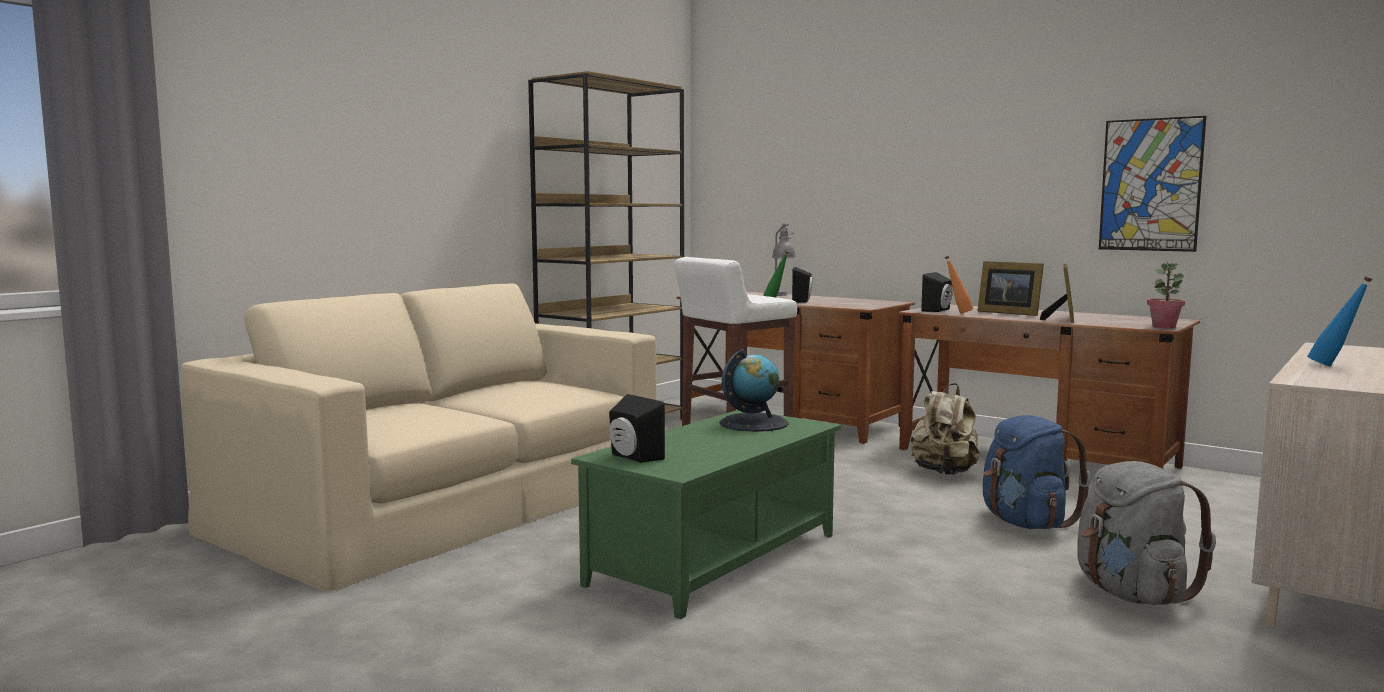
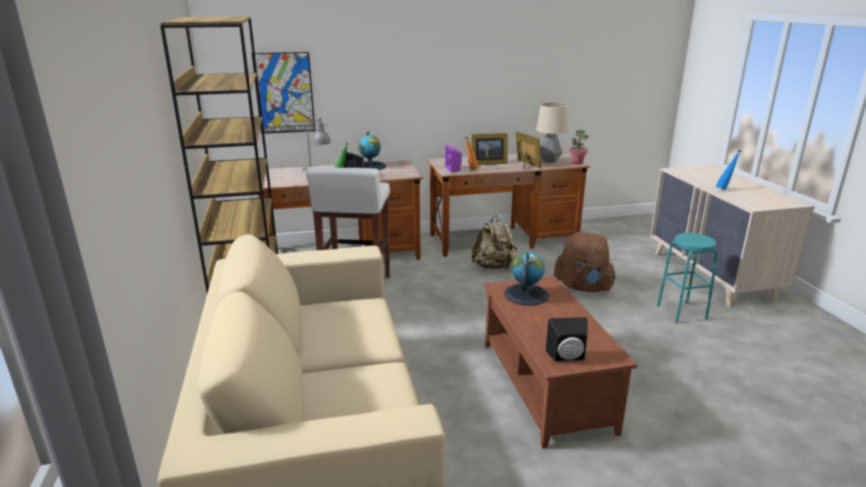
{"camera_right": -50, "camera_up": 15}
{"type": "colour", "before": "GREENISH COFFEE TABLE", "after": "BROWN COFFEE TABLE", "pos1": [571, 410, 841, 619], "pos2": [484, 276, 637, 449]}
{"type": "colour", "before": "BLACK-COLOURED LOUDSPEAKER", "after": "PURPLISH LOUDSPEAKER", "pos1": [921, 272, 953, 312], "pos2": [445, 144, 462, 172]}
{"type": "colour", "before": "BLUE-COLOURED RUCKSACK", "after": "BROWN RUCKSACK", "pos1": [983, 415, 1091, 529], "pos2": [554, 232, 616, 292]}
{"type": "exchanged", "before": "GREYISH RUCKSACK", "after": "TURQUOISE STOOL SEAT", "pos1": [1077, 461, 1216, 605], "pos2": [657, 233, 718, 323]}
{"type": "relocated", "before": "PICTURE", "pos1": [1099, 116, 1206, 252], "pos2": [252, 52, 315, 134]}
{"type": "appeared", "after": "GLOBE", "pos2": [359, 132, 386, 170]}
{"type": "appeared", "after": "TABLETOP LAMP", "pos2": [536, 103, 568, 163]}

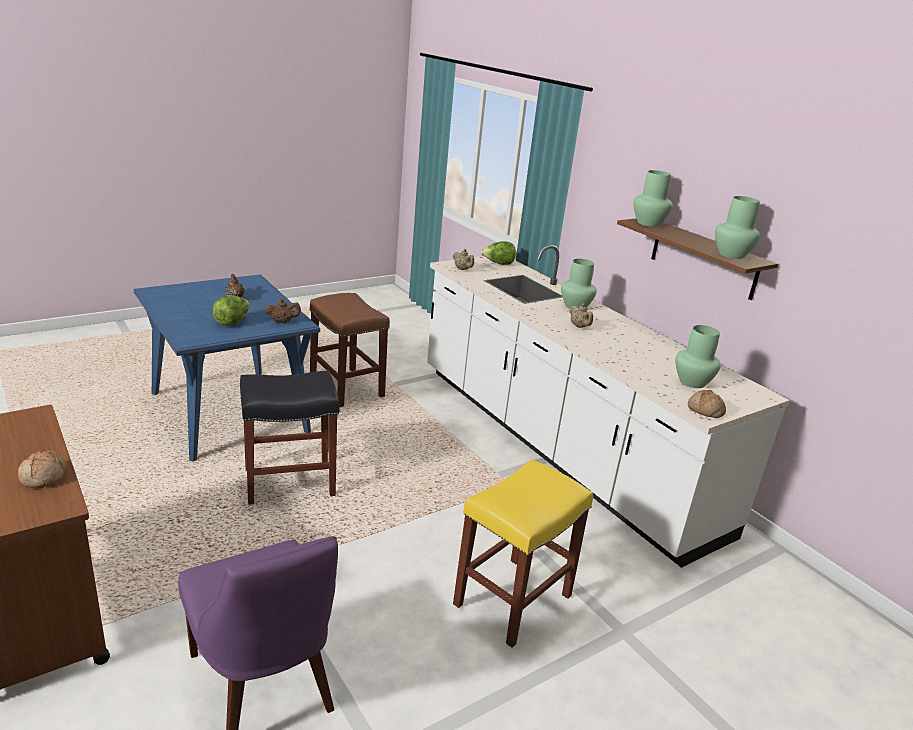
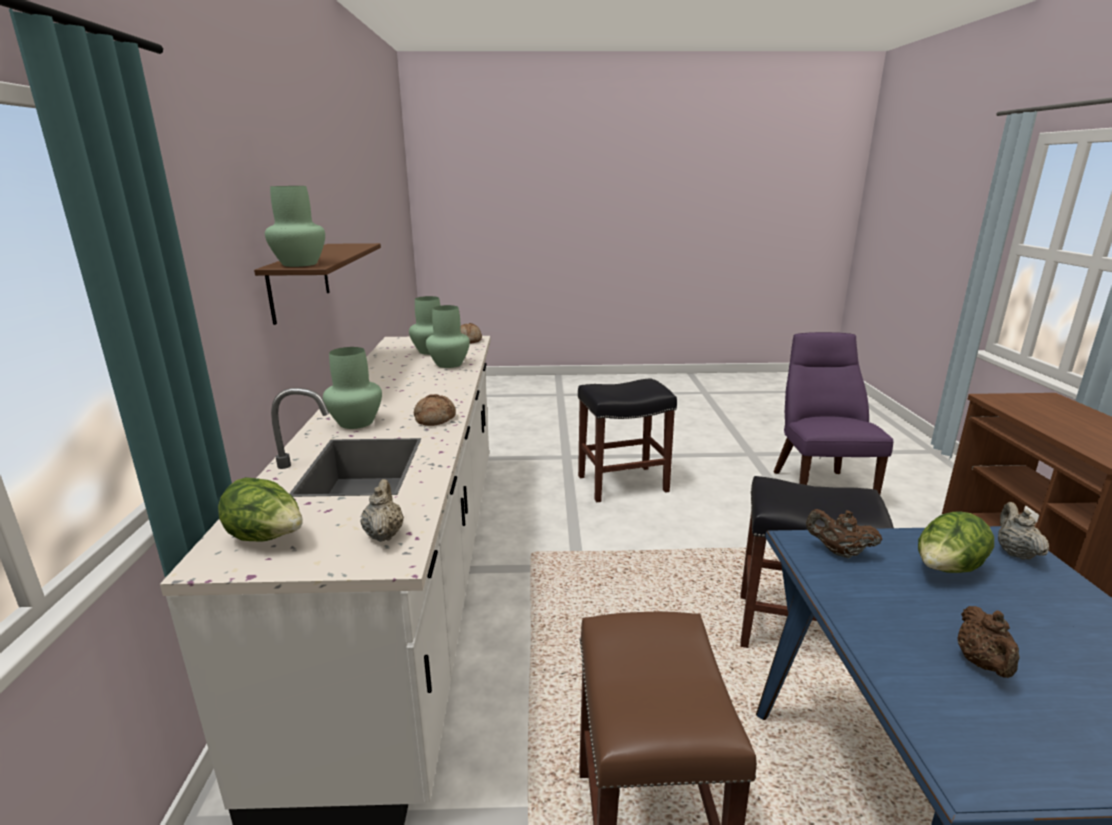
{"camera_right": -145, "camera_up": -5}
{"type": "relocated", "before": "BAKED BREAD", "pos1": [18, 450, 66, 488], "pos2": [414, 394, 456, 426]}
{"type": "colour", "before": "YELLOWISH STOOL SEAT", "after": "BLACK-COLOURED STOOL SEAT", "pos1": [453, 460, 593, 648], "pos2": [578, 378, 677, 502]}
{"type": "relocated", "before": "BEIGE-COLOURED TEA POT", "pos1": [569, 303, 593, 328], "pos2": [998, 502, 1049, 560]}
{"type": "relocated", "before": "GREENISH DECORATIVE VASE", "pos1": [715, 196, 760, 259], "pos2": [426, 305, 470, 368]}

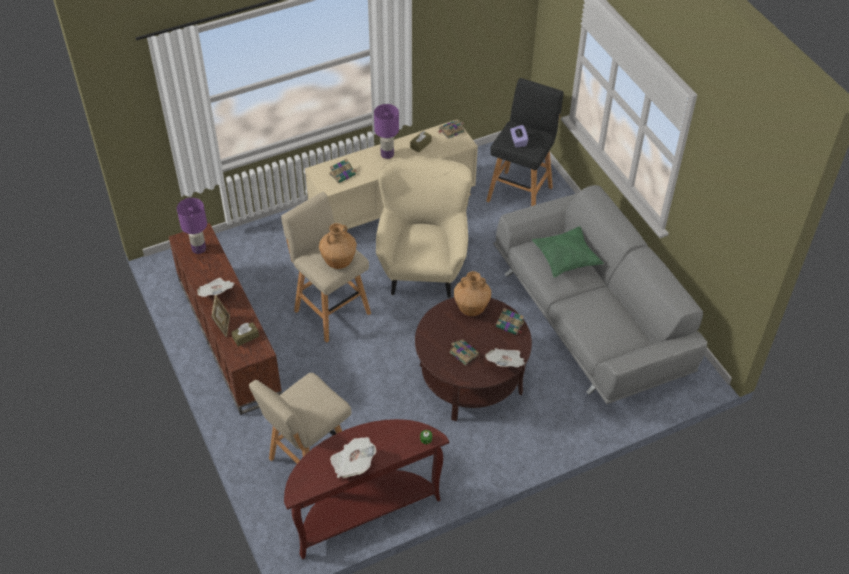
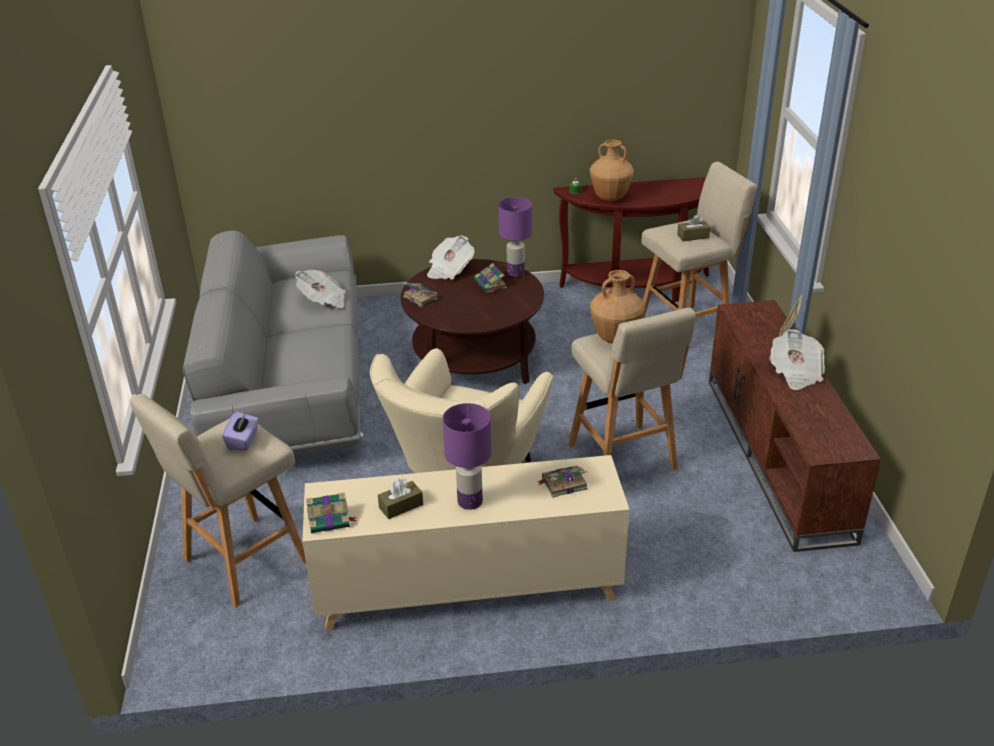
{"camera_right": -160, "camera_up": -15}
{"type": "relocated", "before": "PURPLISH TABLETOP LAMP", "pos1": [177, 198, 207, 254], "pos2": [498, 197, 532, 277]}
{"type": "relocated", "before": "BROWN TISSUE BOX", "pos1": [231, 322, 259, 346], "pos2": [677, 215, 710, 241]}
{"type": "relocated", "before": "PRINTED PAPER", "pos1": [330, 437, 376, 478], "pos2": [295, 270, 346, 308]}
{"type": "relocated", "before": "BROWN DECORATIVE VASE", "pos1": [454, 271, 491, 316], "pos2": [590, 140, 634, 201]}
{"type": "colour", "before": "BLACK-COLOURED STOOL SEAT", "after": "BEIGE-COLOURED STOOL SEAT", "pos1": [486, 78, 564, 206], "pos2": [130, 394, 306, 607]}
{"type": "missing", "before": "GREENISH PILLOW", "pos1": [532, 226, 604, 278]}

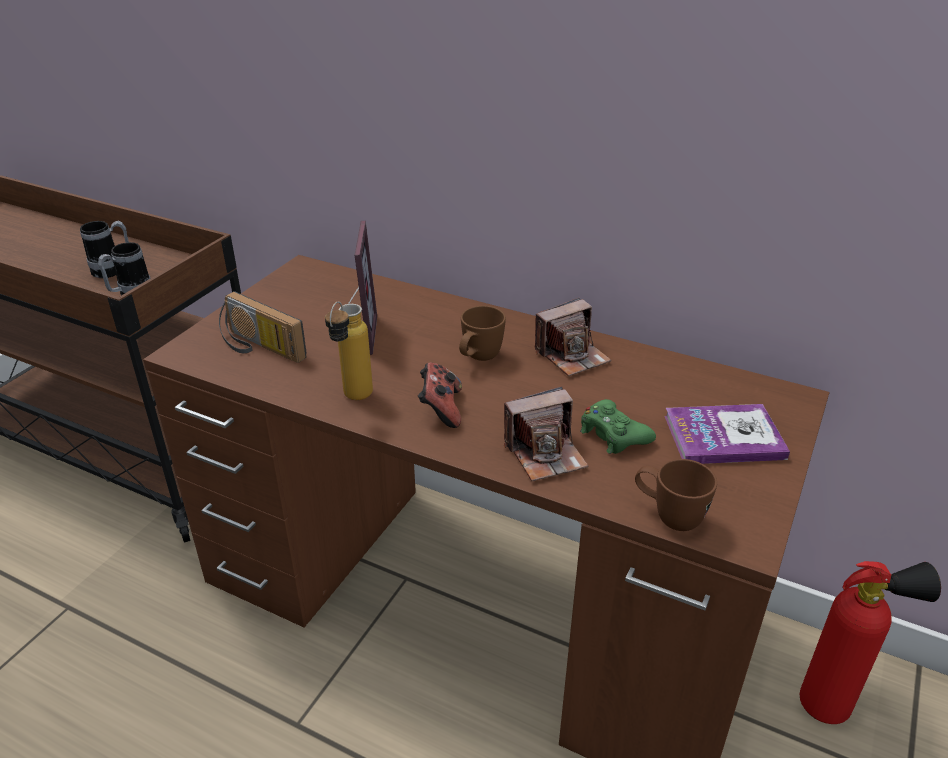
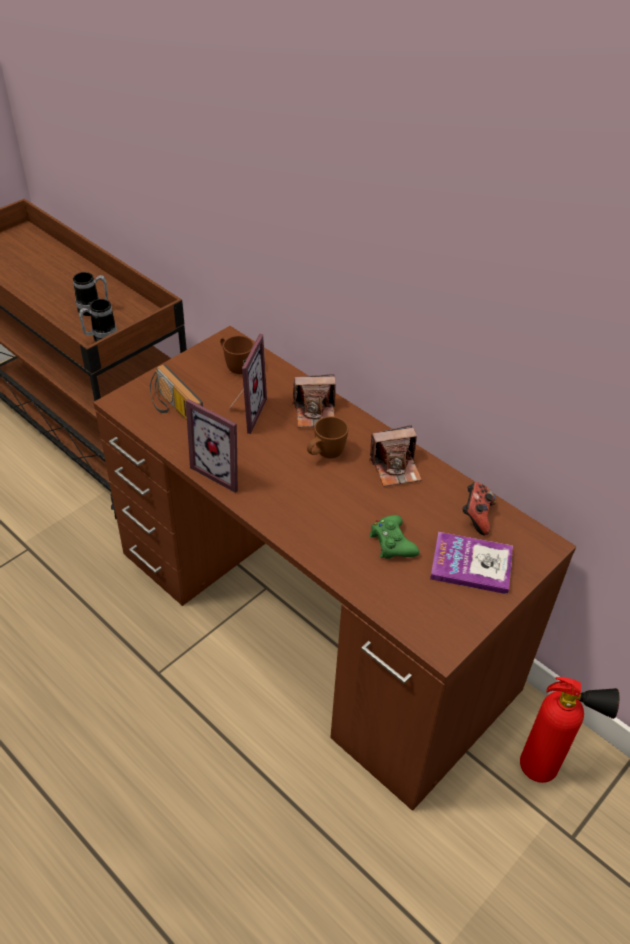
{"camera_right": 15, "camera_up": 10}
{"type": "exchanged", "before": "BOTTLE", "after": "PICTURE FRAME", "pos1": [325, 302, 373, 400], "pos2": [186, 399, 238, 493]}
{"type": "relocated", "before": "GAMEPAD", "pos1": [418, 362, 462, 428], "pos2": [462, 482, 496, 535]}
{"type": "relocated", "before": "STILL CAMERA", "pos1": [504, 387, 588, 481], "pos2": [293, 374, 336, 427]}
{"type": "relocated", "before": "BROWN TEA MUG", "pos1": [635, 459, 717, 531], "pos2": [220, 336, 254, 374]}

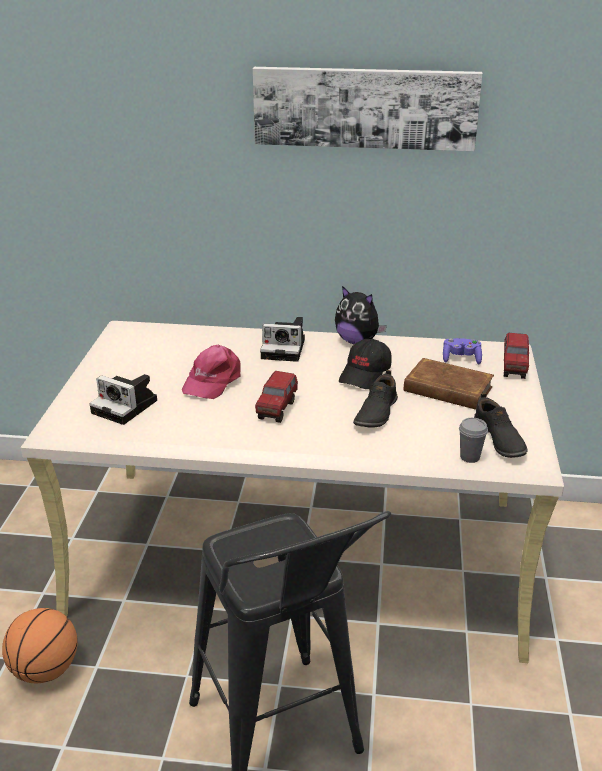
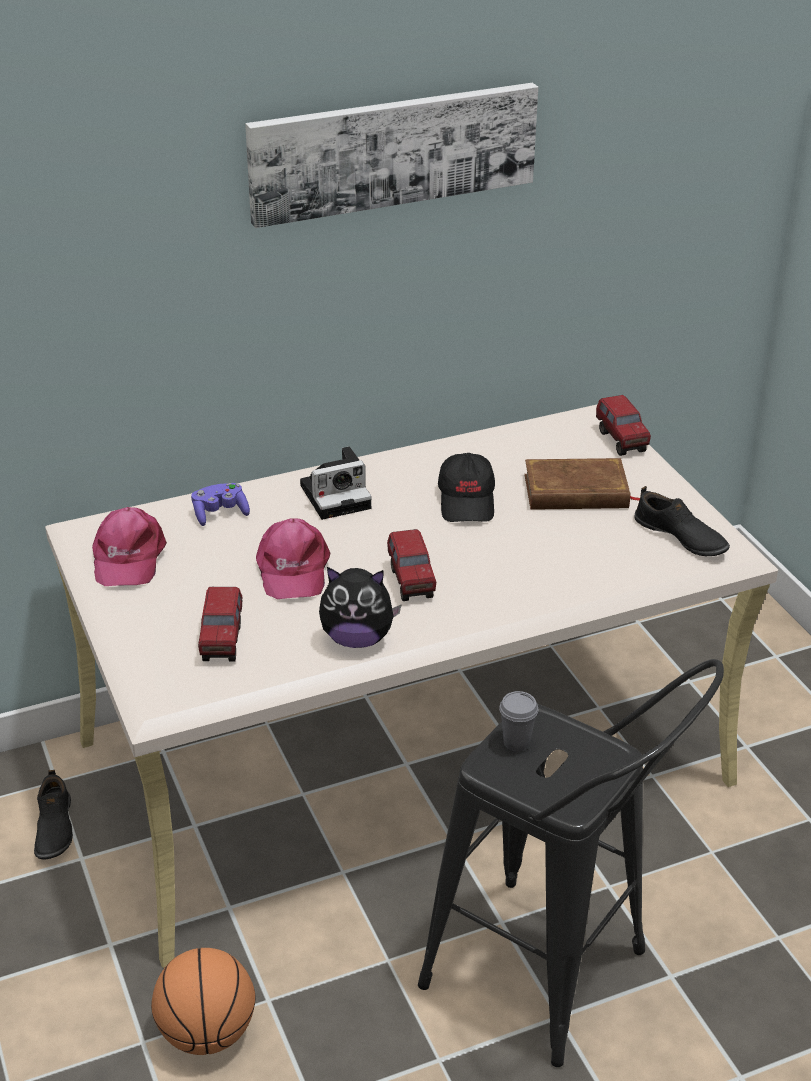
{"camera_right": -30, "camera_up": 5}
{"type": "exchanged", "before": "STILL CAMERA", "after": "TOY TRUCK", "pos1": [89, 374, 157, 425], "pos2": [198, 587, 243, 662]}
{"type": "relocated", "before": "SOFT TOY", "pos1": [335, 286, 387, 344], "pos2": [319, 567, 402, 648]}
{"type": "relocated", "before": "BLACK-COLOURED ITEM OF FOOTWEAR", "pos1": [353, 370, 398, 428], "pos2": [34, 770, 73, 860]}
{"type": "relocated", "before": "PURPLISH GAMEPAD", "pos1": [443, 338, 482, 364], "pos2": [191, 483, 250, 526]}
{"type": "relocated", "before": "GREYISH SMALL CUP", "pos1": [459, 418, 488, 463], "pos2": [499, 691, 538, 752]}
{"type": "appeared", "after": "PINK BASEBALL CAP", "pos2": [92, 507, 167, 586]}

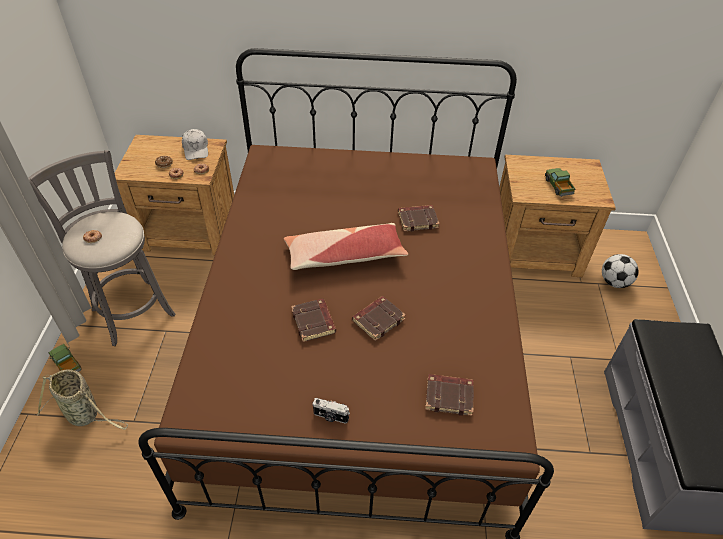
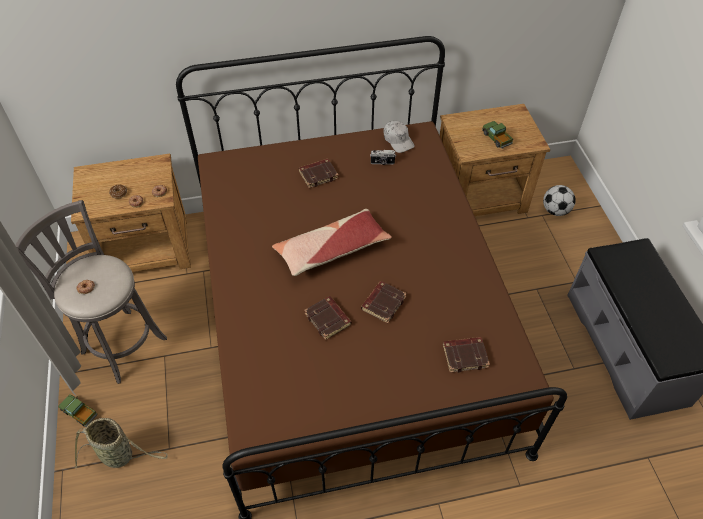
{"camera_right": -15, "camera_up": 5}
{"type": "relocated", "before": "WHITE BASEBALL CAP", "pos1": [182, 129, 208, 160], "pos2": [383, 121, 415, 153]}
{"type": "relocated", "before": "STILL CAMERA", "pos1": [312, 398, 350, 424], "pos2": [370, 150, 396, 165]}
{"type": "relocated", "before": "BROWN BOUND BOOK", "pos1": [398, 205, 440, 232], "pos2": [299, 159, 339, 188]}

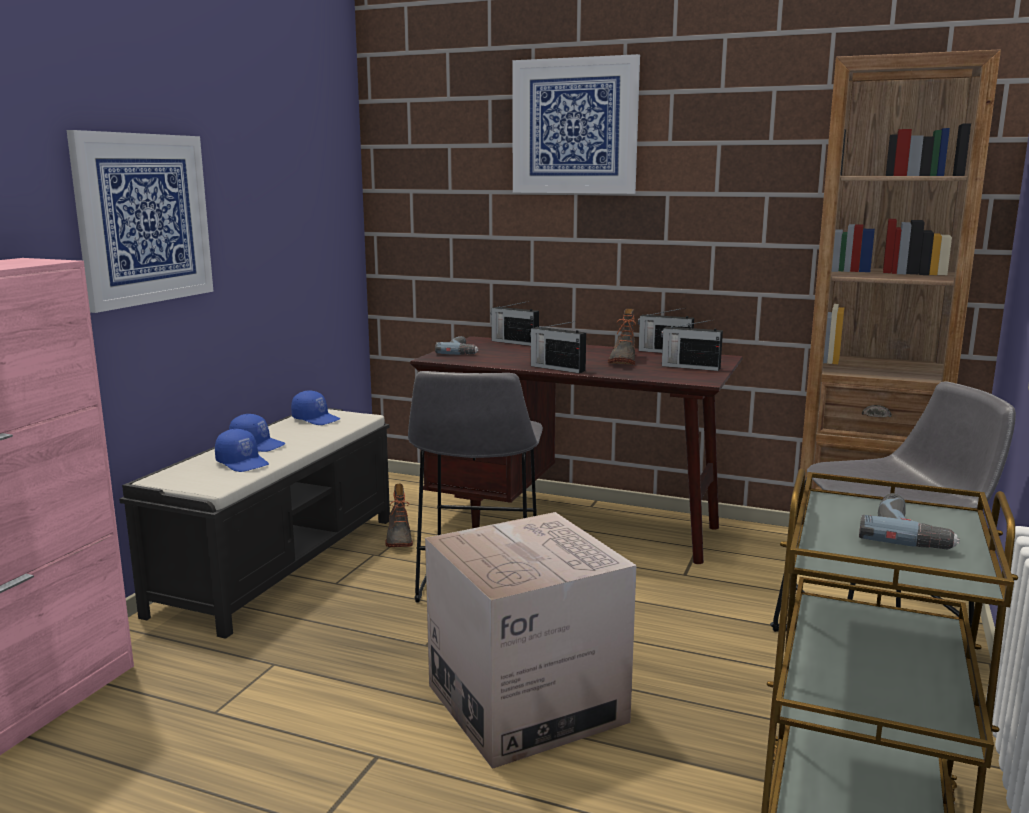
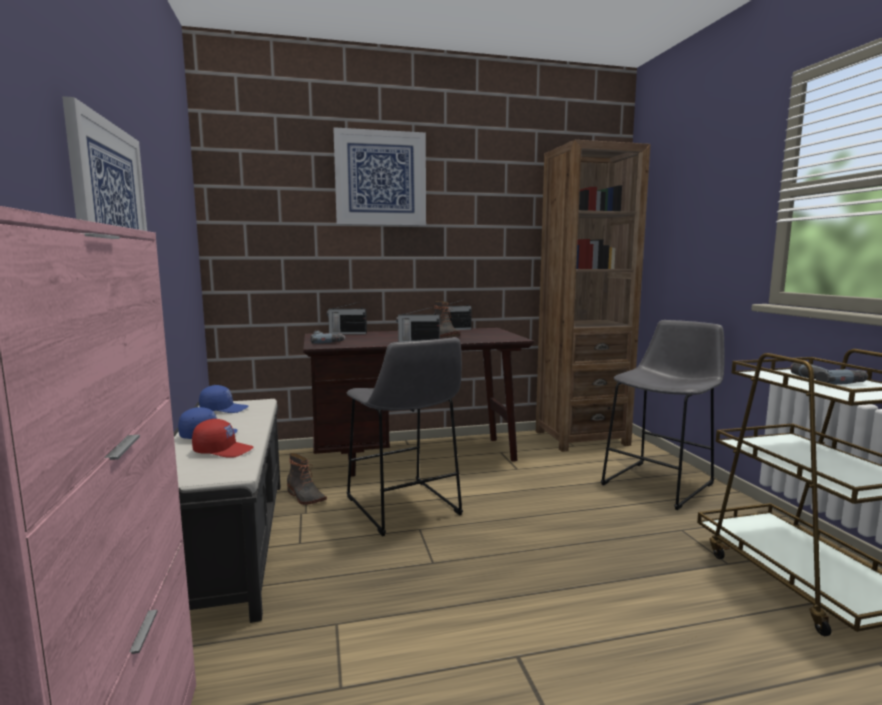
{"camera_right": -35, "camera_up": -5}
{"type": "colour", "before": "BLUE-COLOURED BASEBALL CAP", "after": "RED-COLOURED BASEBALL CAP", "pos1": [215, 429, 269, 472], "pos2": [192, 419, 253, 458]}
{"type": "missing", "before": "PACKING BOX", "pos1": [425, 512, 636, 769]}
{"type": "missing", "before": "RADIO SET", "pos1": [661, 320, 723, 371]}

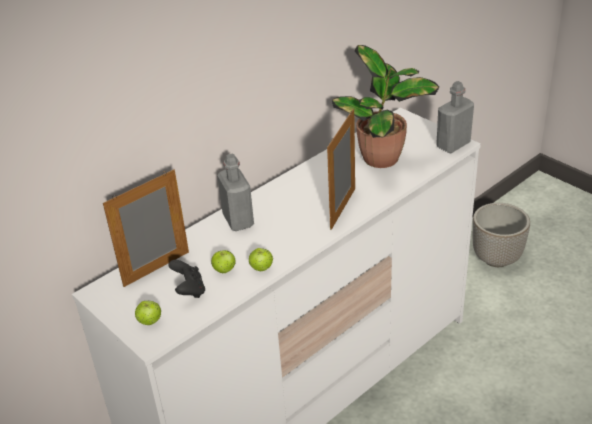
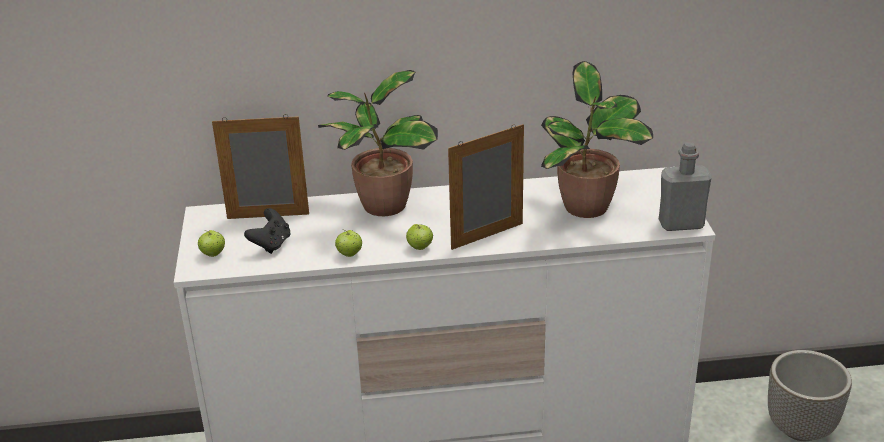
{"camera_right": 35, "camera_up": -5}
{"type": "relocated", "before": "WHOLE APPLE", "pos1": [211, 250, 235, 273], "pos2": [406, 224, 433, 250]}
{"type": "exchanged", "before": "GREYISH BOTTLE", "after": "POTTED PLANT", "pos1": [217, 154, 254, 231], "pos2": [318, 70, 438, 216]}

